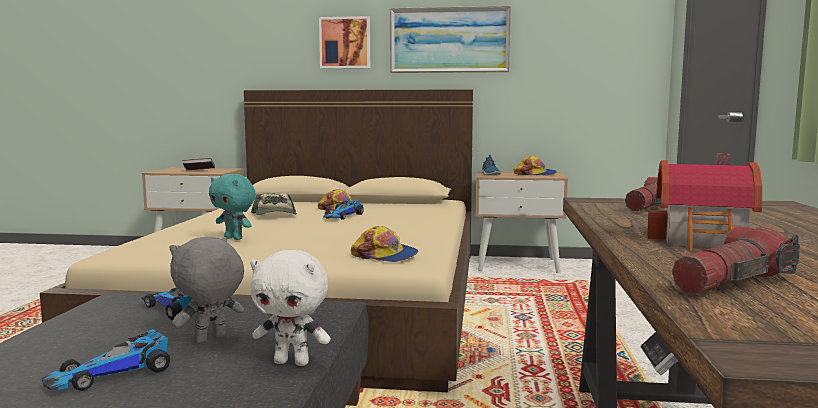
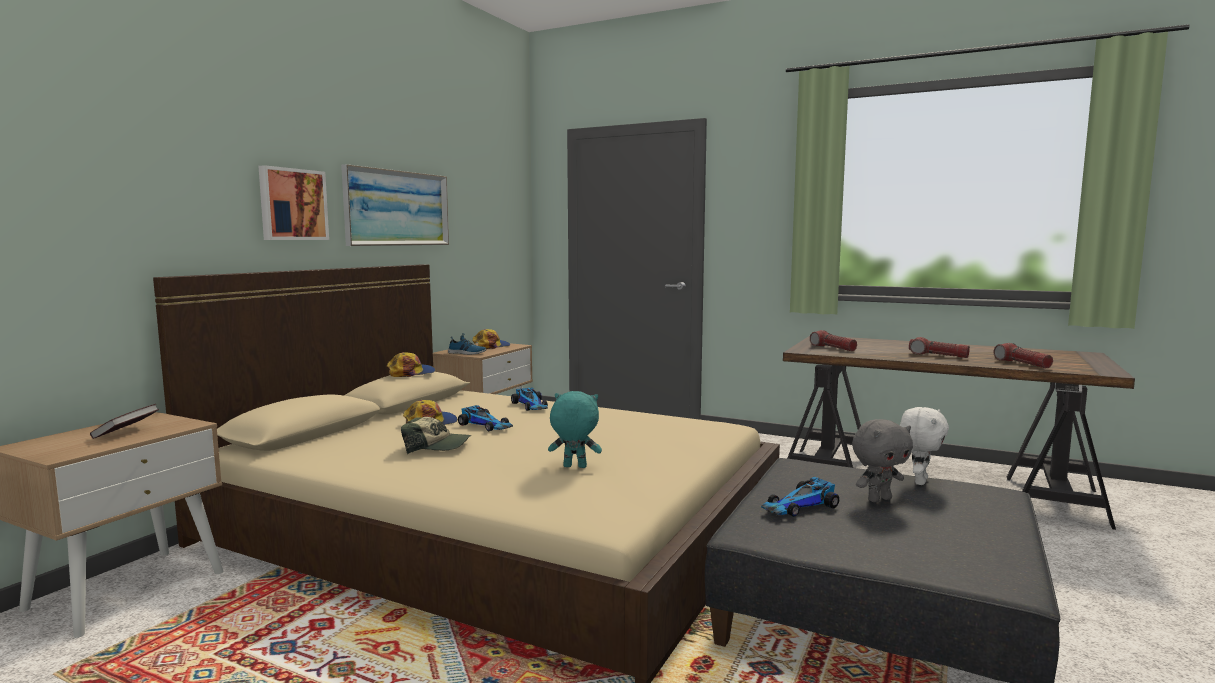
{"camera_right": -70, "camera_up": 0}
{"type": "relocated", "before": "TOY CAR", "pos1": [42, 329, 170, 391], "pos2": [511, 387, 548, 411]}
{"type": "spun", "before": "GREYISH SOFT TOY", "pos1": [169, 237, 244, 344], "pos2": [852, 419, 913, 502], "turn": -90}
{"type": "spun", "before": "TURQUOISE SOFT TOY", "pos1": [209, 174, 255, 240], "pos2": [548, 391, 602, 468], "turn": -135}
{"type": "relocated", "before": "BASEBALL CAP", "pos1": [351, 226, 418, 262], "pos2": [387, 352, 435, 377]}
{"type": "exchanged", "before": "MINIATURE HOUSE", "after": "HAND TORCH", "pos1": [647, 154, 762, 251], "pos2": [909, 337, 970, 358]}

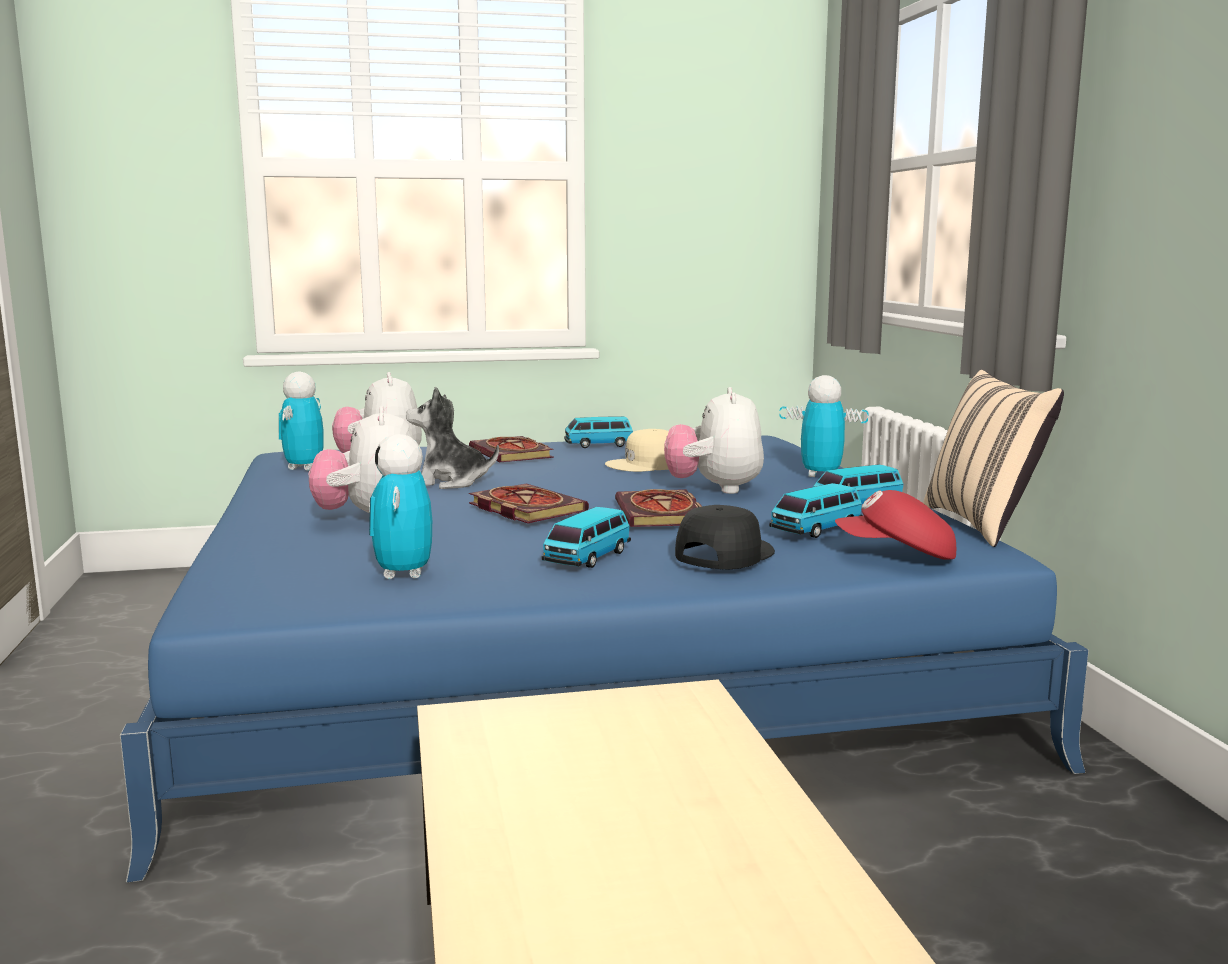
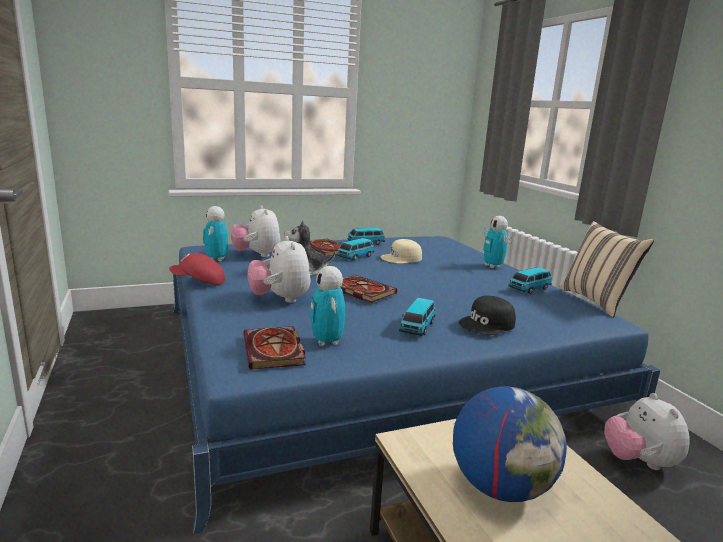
{"camera_right": -10, "camera_up": 5}
{"type": "relocated", "before": "BOUND BOOK", "pos1": [615, 489, 702, 527], "pos2": [243, 326, 306, 370]}
{"type": "relocated", "before": "SOFT TOY", "pos1": [664, 387, 764, 494], "pos2": [604, 393, 690, 470]}
{"type": "spun", "before": "BLACK-COLOURED BASEBALL CAP", "pos1": [675, 505, 775, 570], "pos2": [459, 296, 516, 335], "turn": -150}
{"type": "relocated", "before": "TOY CAR", "pos1": [769, 483, 863, 538], "pos2": [337, 238, 374, 260]}
{"type": "spun", "before": "ROBOT FIGURE", "pos1": [779, 375, 869, 477], "pos2": [483, 216, 512, 268], "turn": -120}
{"type": "relocated", "before": "RED-COLOURED BASEBALL CAP", "pos1": [835, 490, 956, 560], "pos2": [169, 253, 225, 285]}
{"type": "appeared", "after": "GLOBE", "pos2": [453, 386, 567, 502]}

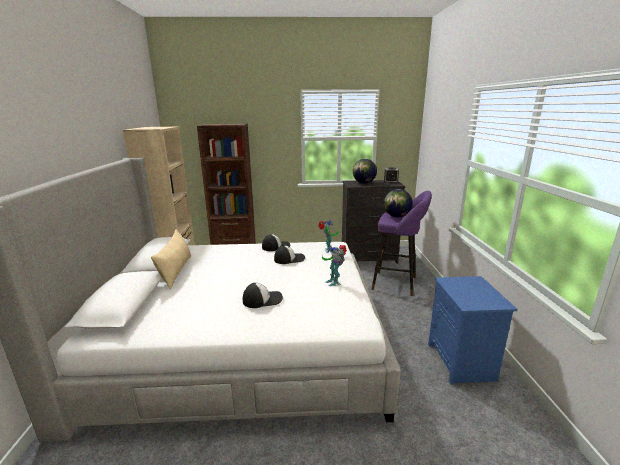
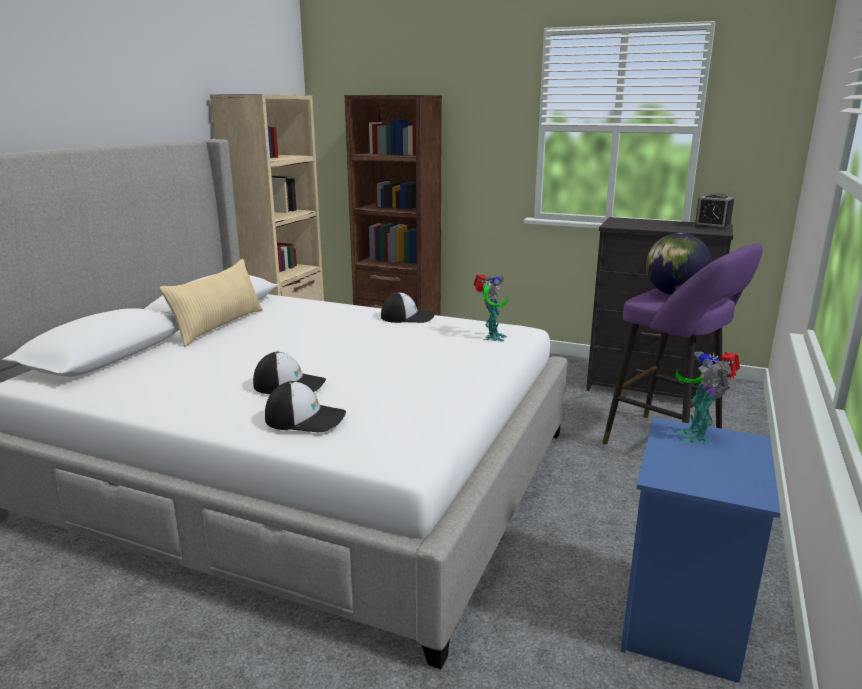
{"camera_right": 25, "camera_up": 0}
{"type": "relocated", "before": "BASEBALL CAP", "pos1": [274, 245, 305, 264], "pos2": [265, 381, 346, 432]}
{"type": "relocated", "before": "ROBOT FIGURE", "pos1": [322, 245, 347, 286], "pos2": [675, 351, 740, 445]}
{"type": "missing", "before": "GLOBE", "pos1": [353, 159, 377, 184]}

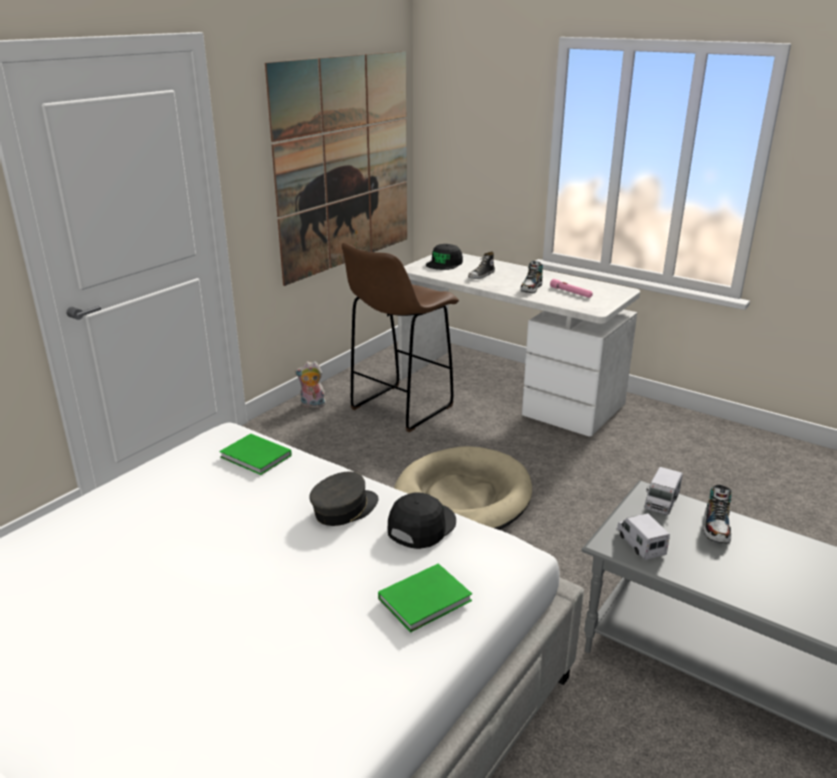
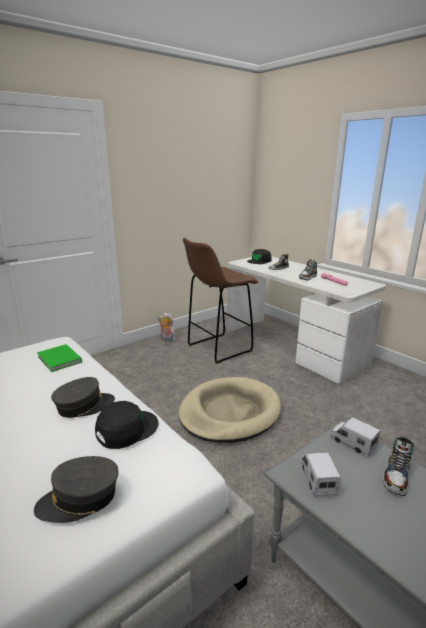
{"camera_right": 15, "camera_up": -5}
{"type": "missing", "before": "PICTURE", "pos1": [265, 51, 407, 286]}
{"type": "exchanged", "before": "GREENISH BOUND BOOK", "after": "GREYISH BASEBALL CAP", "pos1": [378, 563, 472, 632], "pos2": [34, 456, 119, 523]}
{"type": "spun", "before": "TOY TRUCK", "pos1": [644, 467, 683, 515], "pos2": [330, 417, 380, 457], "turn": 90}

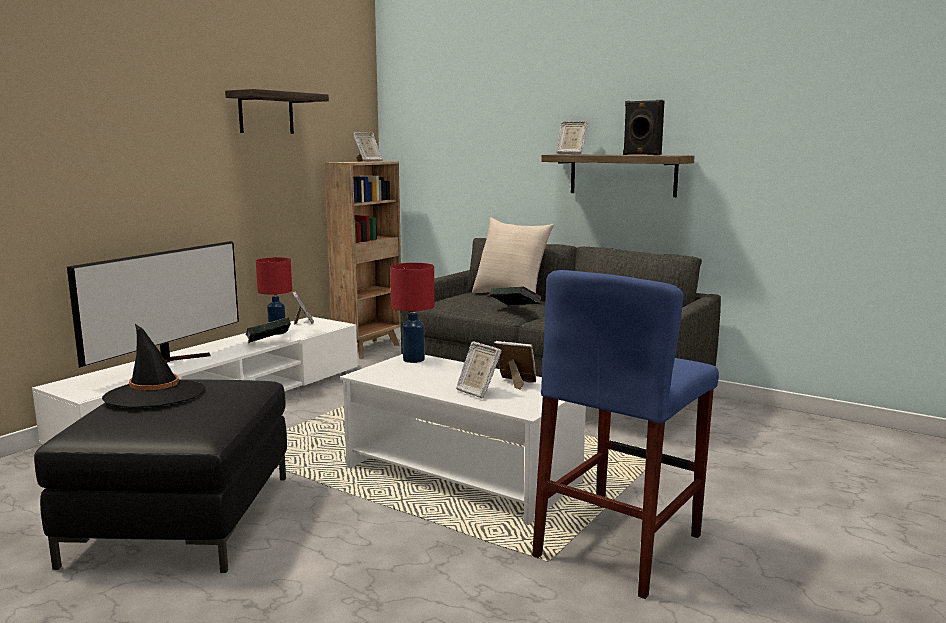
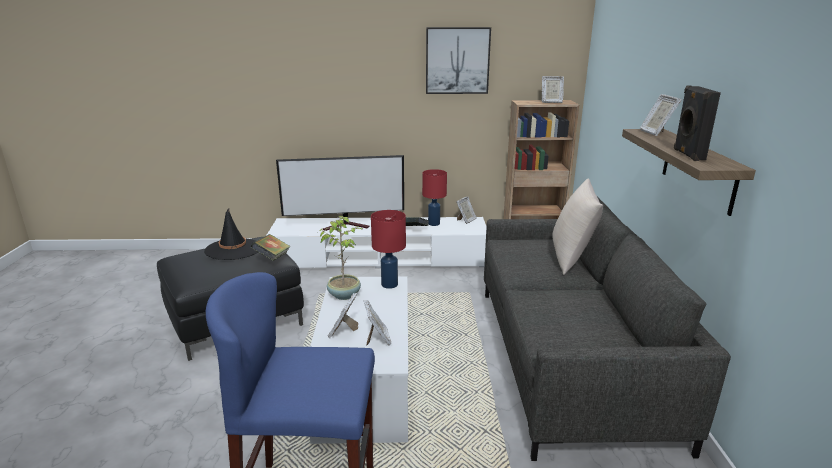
{"camera_right": 55, "camera_up": 10}
{"type": "exchanged", "before": "SHELF", "after": "PICTURE", "pos1": [225, 89, 329, 134], "pos2": [426, 27, 491, 94]}
{"type": "relocated", "before": "BOUND BOOK", "pos1": [489, 286, 542, 306], "pos2": [251, 234, 291, 261]}
{"type": "appeared", "after": "POTTED PLANT", "pos2": [318, 216, 363, 300]}

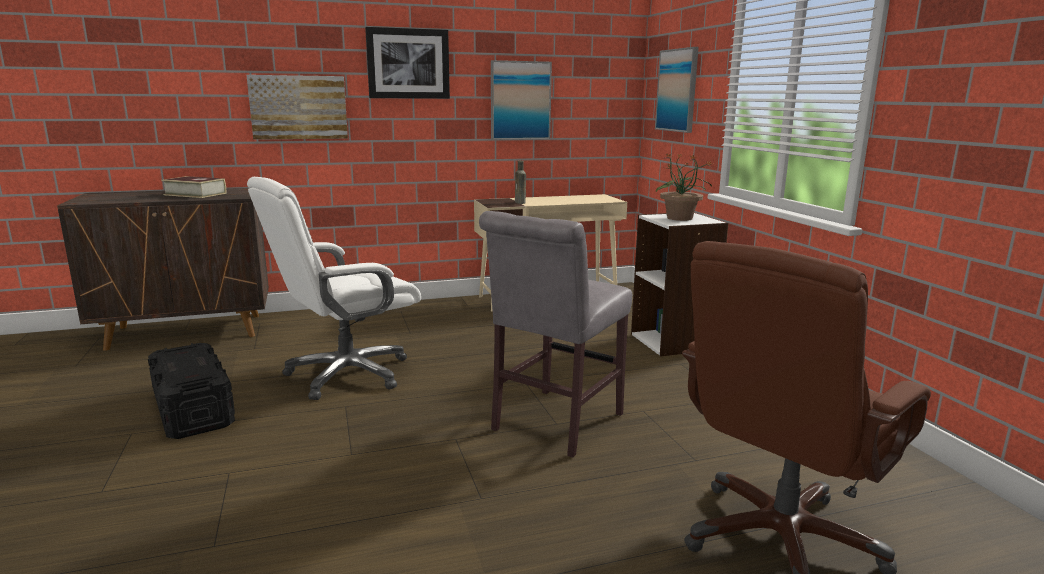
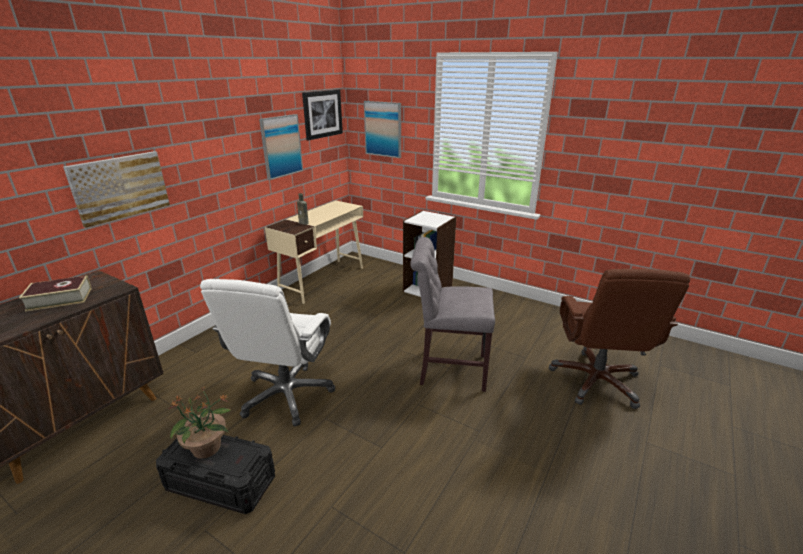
{"camera_right": -40, "camera_up": 10}
{"type": "relocated", "before": "PICTURE", "pos1": [365, 27, 450, 99], "pos2": [302, 89, 343, 141]}
{"type": "spun", "before": "GREYISH CHAIR", "pos1": [479, 211, 632, 458], "pos2": [410, 237, 495, 392], "turn": 105}
{"type": "relocated", "before": "POTTED PLANT", "pos1": [656, 153, 713, 221], "pos2": [168, 387, 231, 459]}

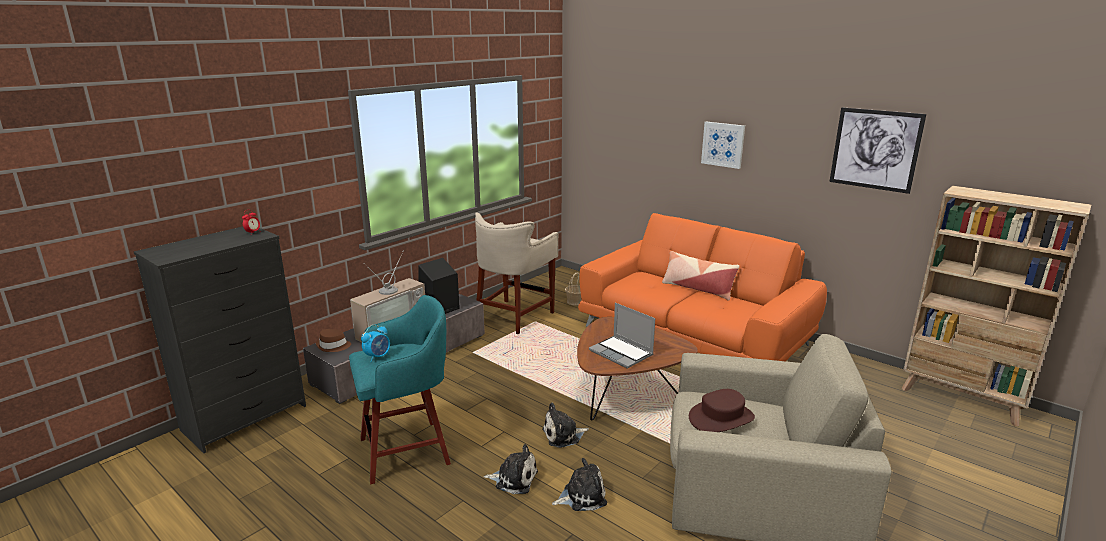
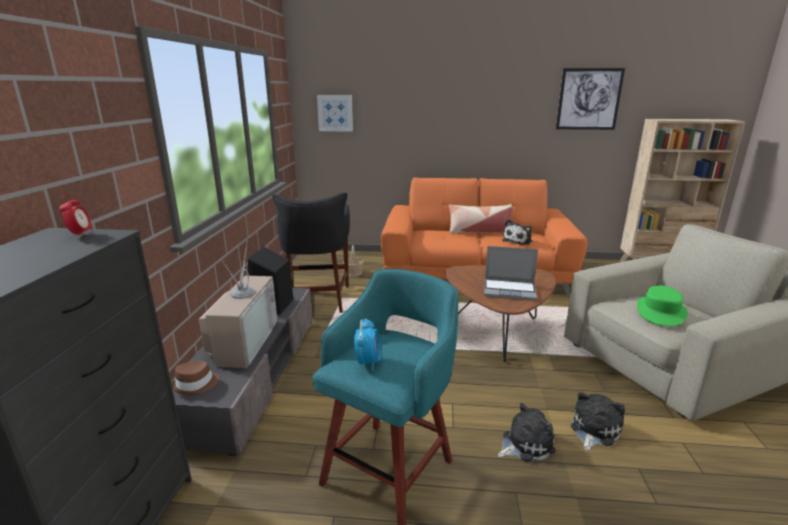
{"camera_right": -35, "camera_up": 0}
{"type": "colour", "before": "BEIGE-COLOURED STOOL SEAT", "after": "BLACK-COLOURED STOOL SEAT", "pos1": [475, 212, 559, 334], "pos2": [272, 193, 350, 313]}
{"type": "relocated", "before": "SOFT TOY", "pos1": [542, 403, 589, 448], "pos2": [502, 219, 532, 245]}
{"type": "colour", "before": "BROWN WEARABLE HAT", "after": "GREENISH WEARABLE HAT", "pos1": [689, 389, 755, 432], "pos2": [637, 285, 688, 326]}
{"type": "relocated", "before": "PICTURE", "pos1": [701, 122, 745, 169], "pos2": [317, 95, 353, 132]}

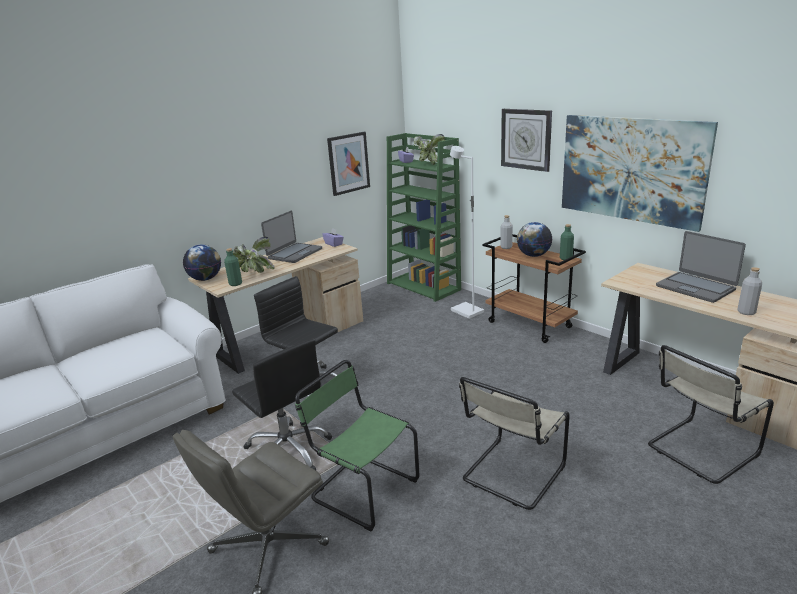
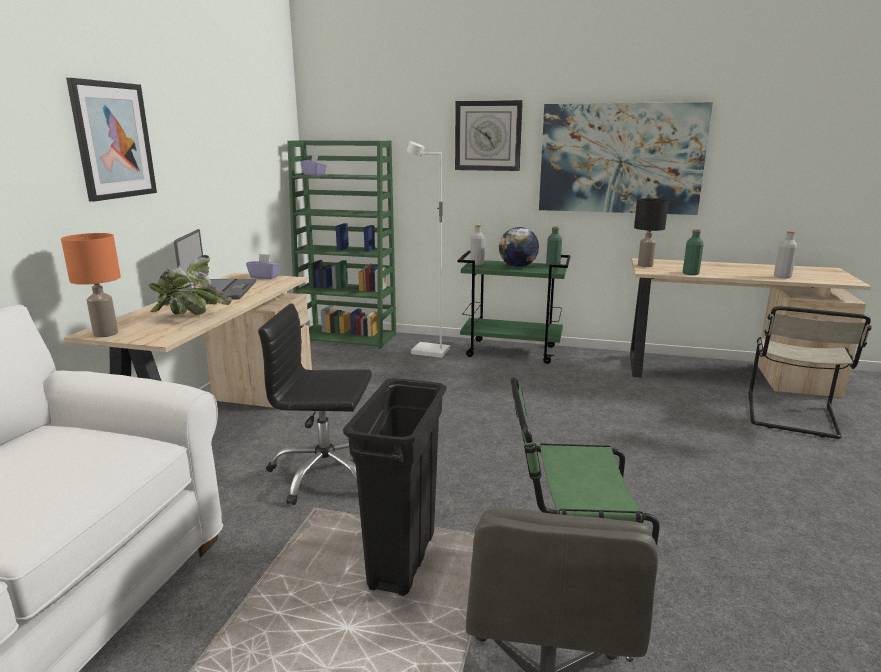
{"camera_right": -35, "camera_up": -5}
{"type": "exchanged", "before": "GLOBE", "after": "ORANGE-COLOURED TABLETOP LAMP", "pos1": [183, 244, 221, 281], "pos2": [61, 233, 121, 337]}
{"type": "relocated", "before": "GREENISH BOTTLE", "pos1": [224, 248, 242, 286], "pos2": [683, 229, 703, 275]}
{"type": "exchanged", "before": "BLACK-COLOURED OFFICE CHAIR", "after": "BLACK-COLOURED RUBBISH BIN", "pos1": [232, 338, 332, 470], "pos2": [343, 378, 446, 596]}
{"type": "relocated", "before": "PICTURE", "pos1": [327, 132, 370, 196], "pos2": [66, 78, 157, 202]}
{"type": "missing", "before": "POTTED PLANT", "pos1": [414, 134, 445, 165]}
{"type": "missing", "before": "BEIGE-COLOURED CHAIR", "pos1": [459, 377, 570, 510]}
{"type": "colour", "before": "BROWN TROLLEY", "after": "GREENISH TROLLEY", "pos1": [482, 234, 586, 343], "pos2": [458, 250, 571, 364]}
{"type": "missing", "before": "NOTEBOOK COMPUTER", "pos1": [656, 231, 746, 303]}
{"type": "appeared", "after": "BLACK-COLOURED TABLETOP LAMP", "pos2": [634, 198, 669, 267]}

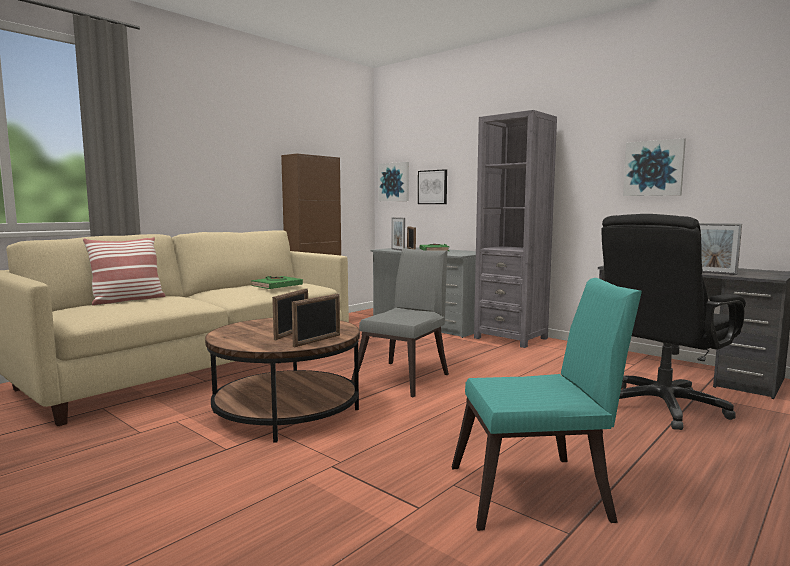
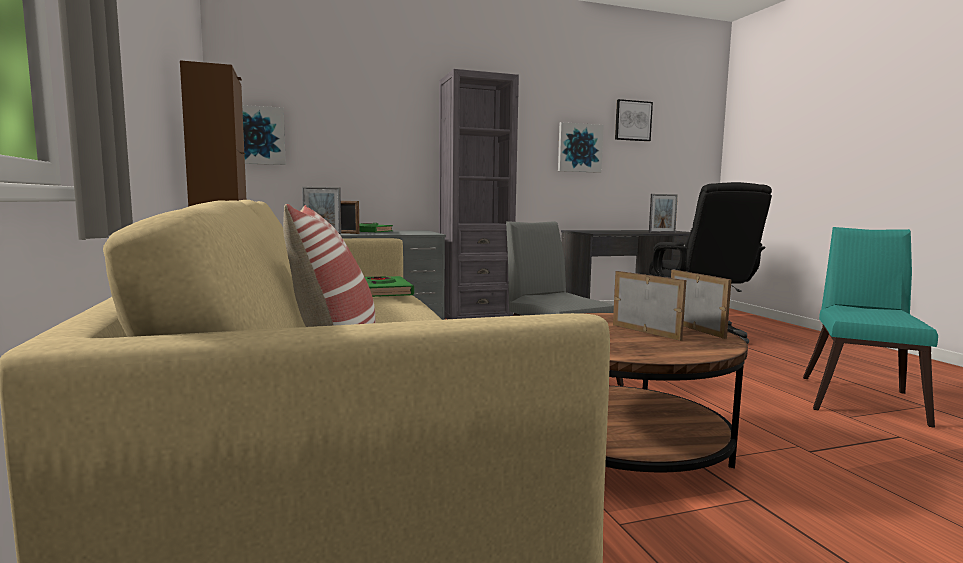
{"camera_right": -60, "camera_up": 0}
{"type": "relocated", "before": "PICTURE", "pos1": [418, 169, 447, 204], "pos2": [615, 99, 653, 141]}

